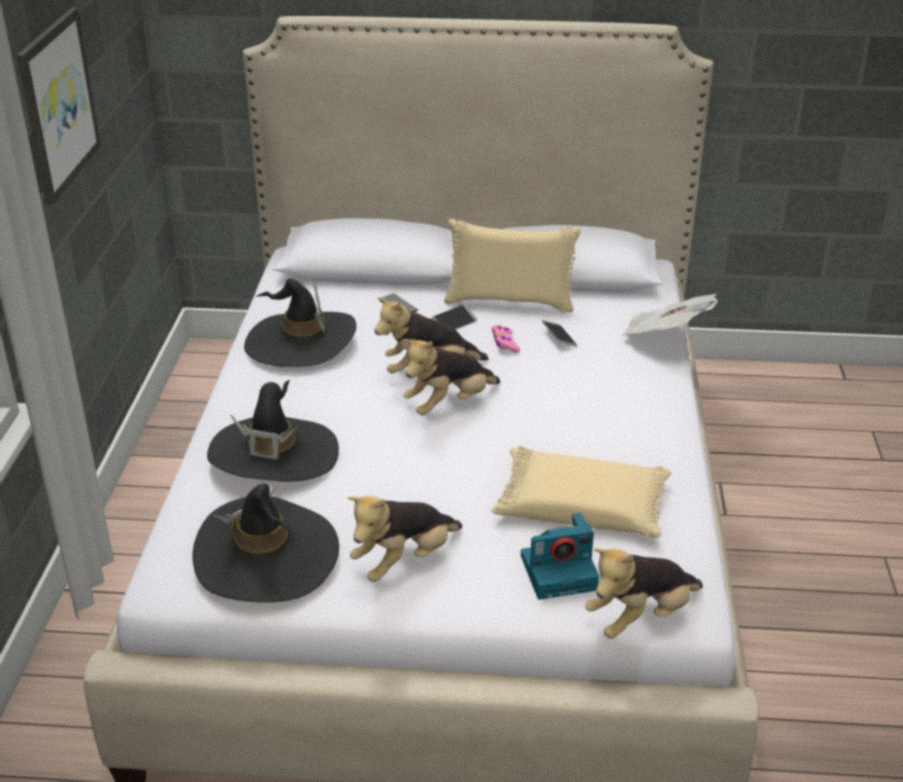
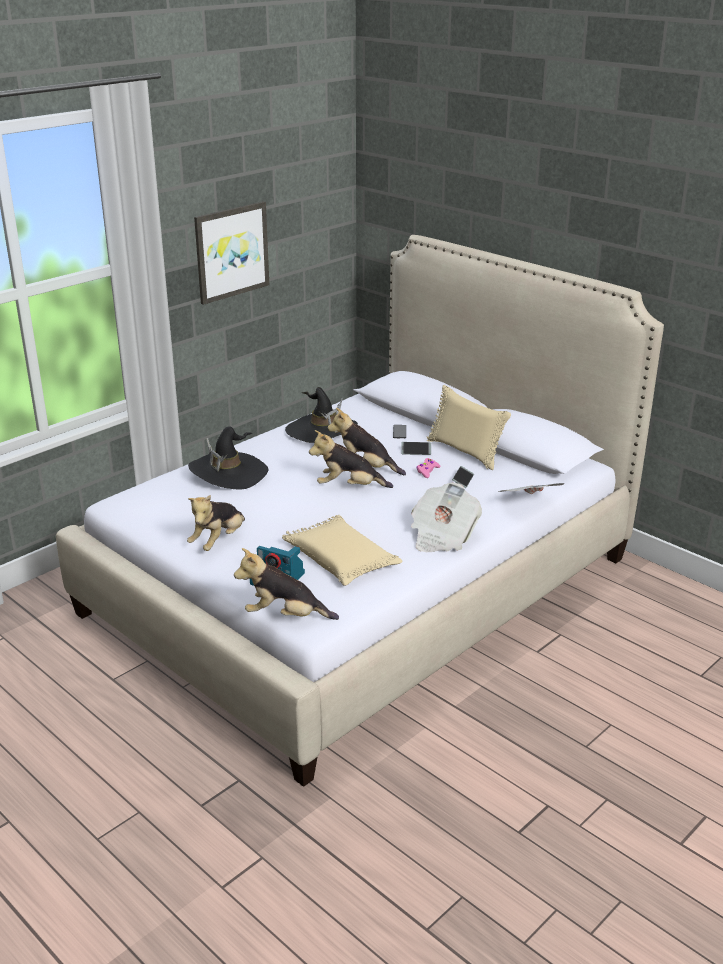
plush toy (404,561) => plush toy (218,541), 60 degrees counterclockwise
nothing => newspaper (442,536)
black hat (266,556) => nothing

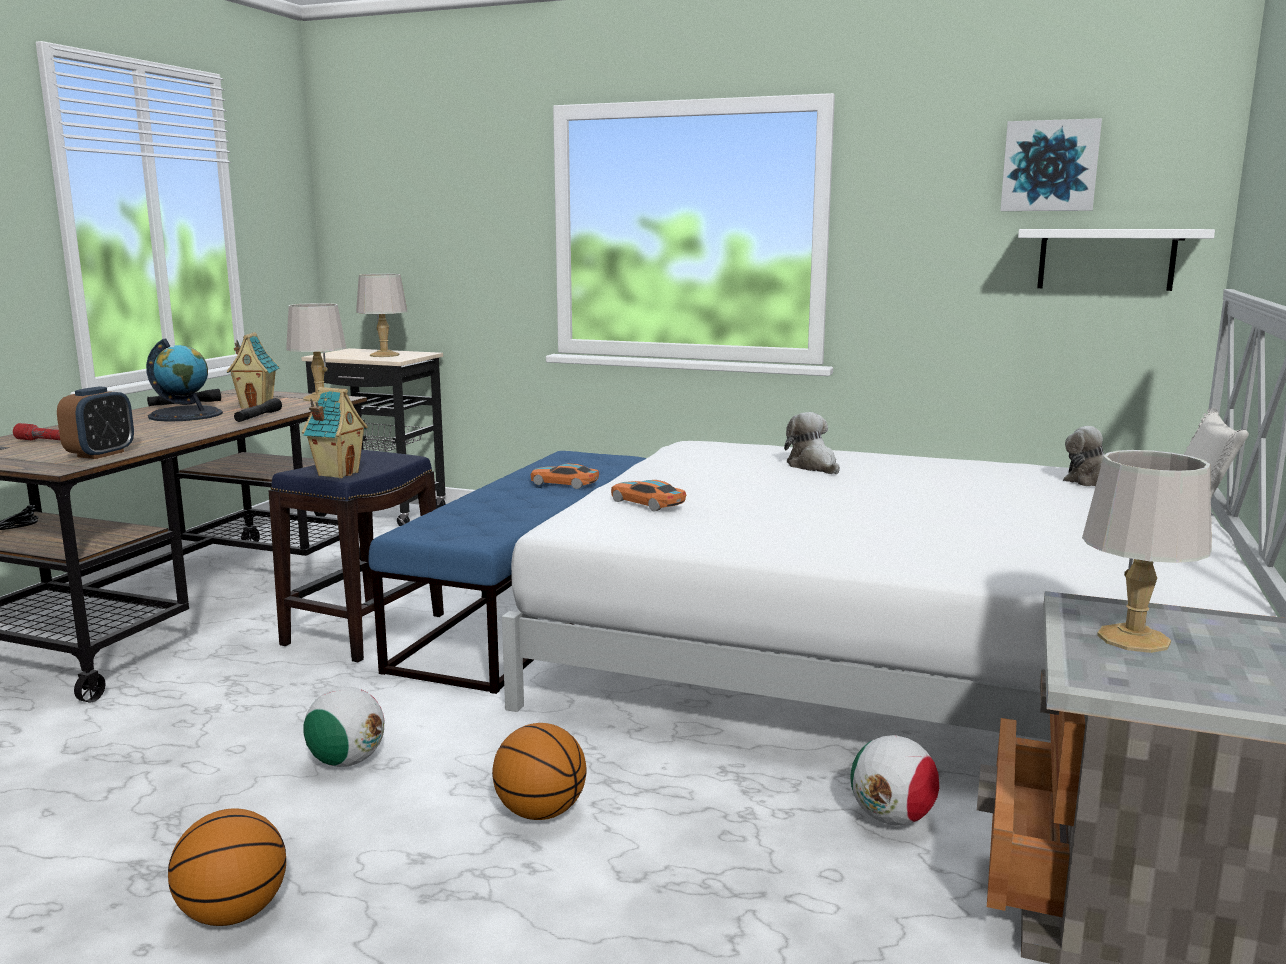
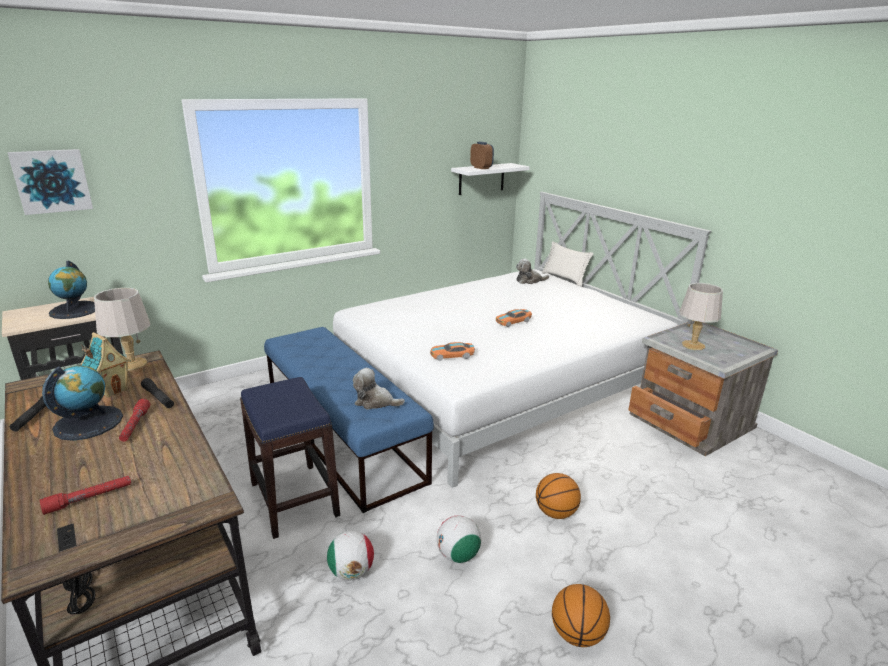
picture (1049,166) => picture (52,181), shifted
grey table lamp (384,355) => globe (75,310)
nothing => red flashlight (135,425)
football (892,818) => football (351,572), shifted
plush toy (813,466) => plush toy (375,402), shifted
alarm clock (101,454) => alarm clock (481,168), shifted
toy car (564,483) => toy car (513,321), shifted
toy house (337,474) => nothing

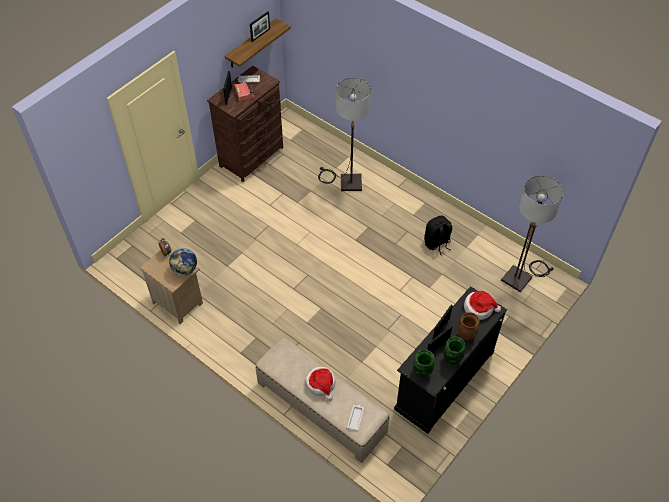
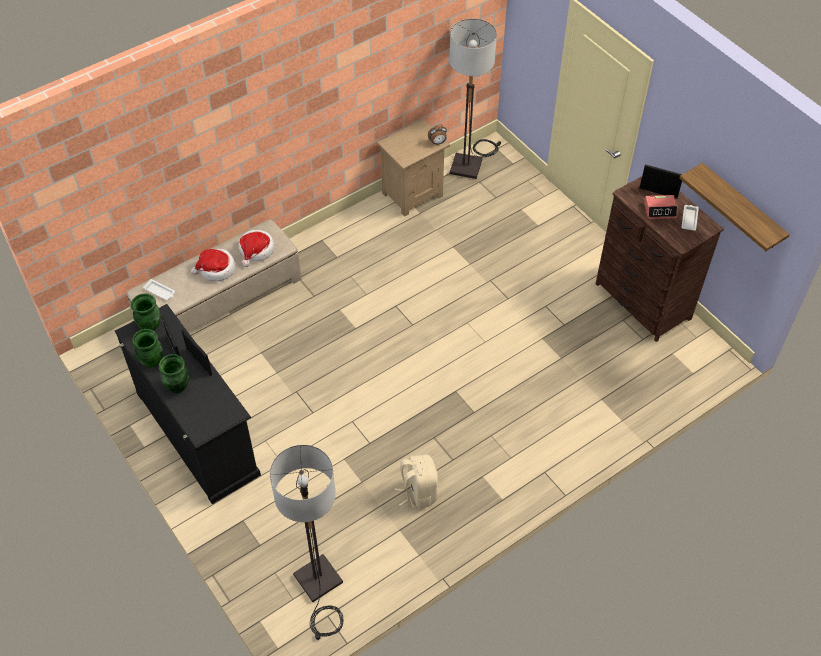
brown vase (466,335) => green vase (178,387)
hat (479,308) => hat (256,250), shifted
black backpack (437,243) => beige backpack (418,492)
floor lamp (344,181) => floor lamp (472,162), shifted
globe (185,269) => nothing
picture frame (260,35) => nothing

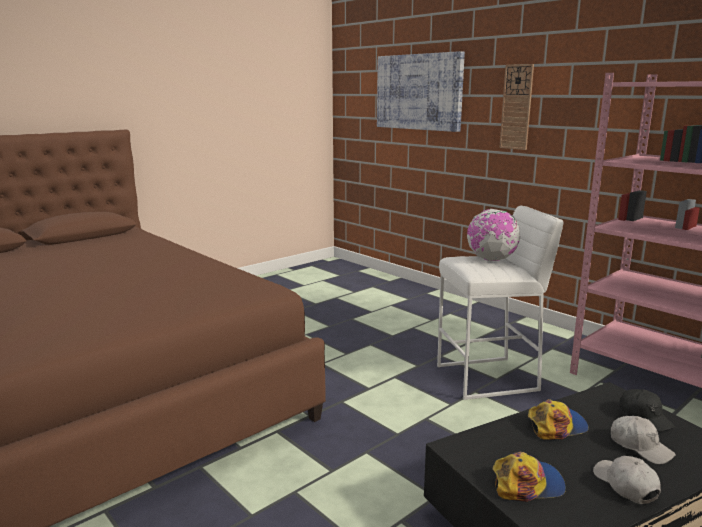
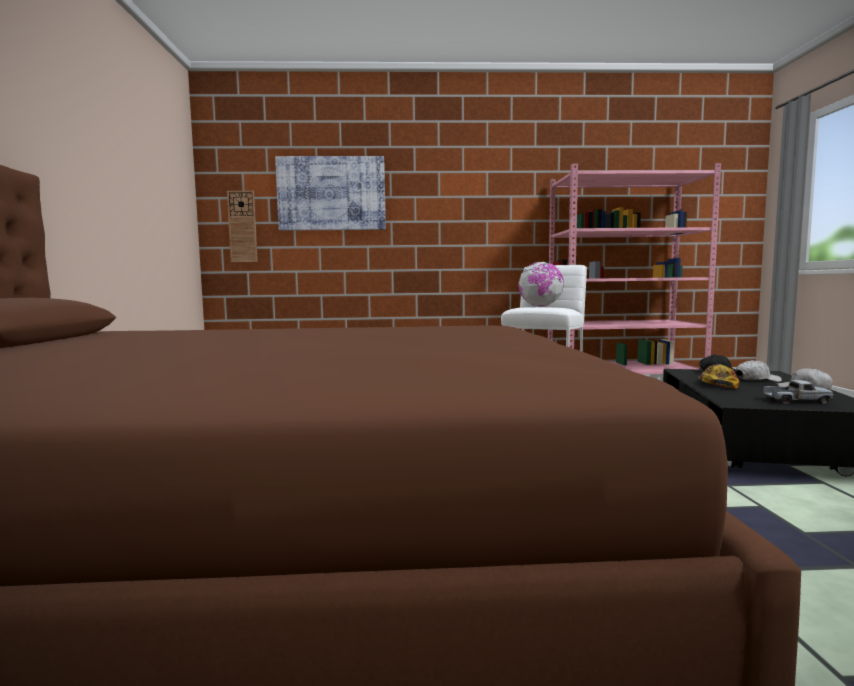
wall clock (516,107) => wall clock (242,226), shifted
cap (527,483) => toy truck (796,401)

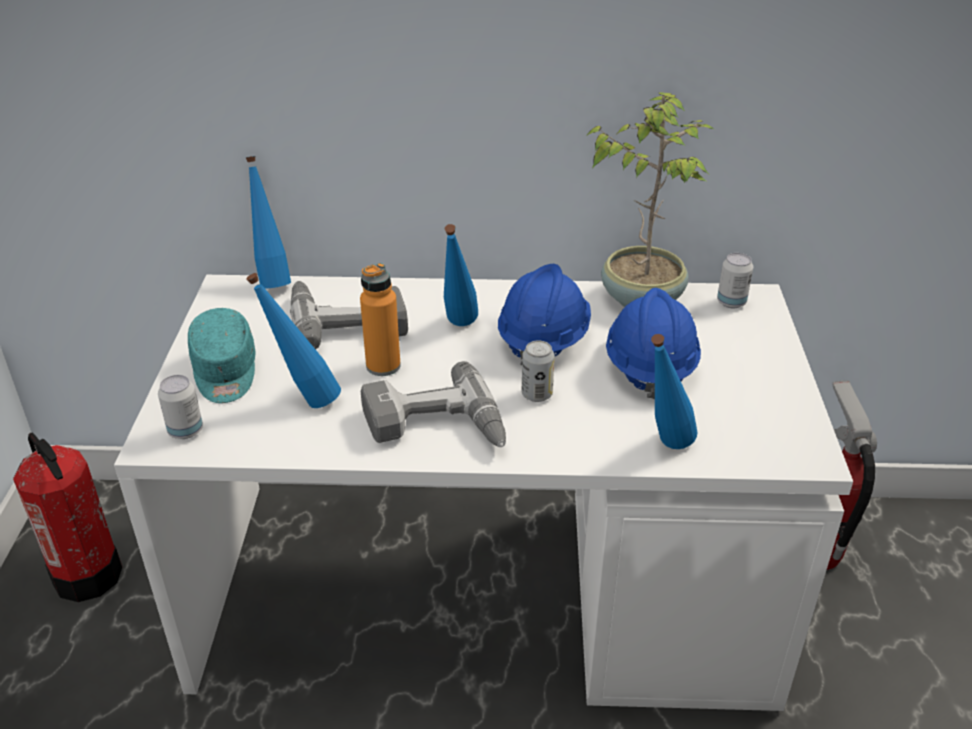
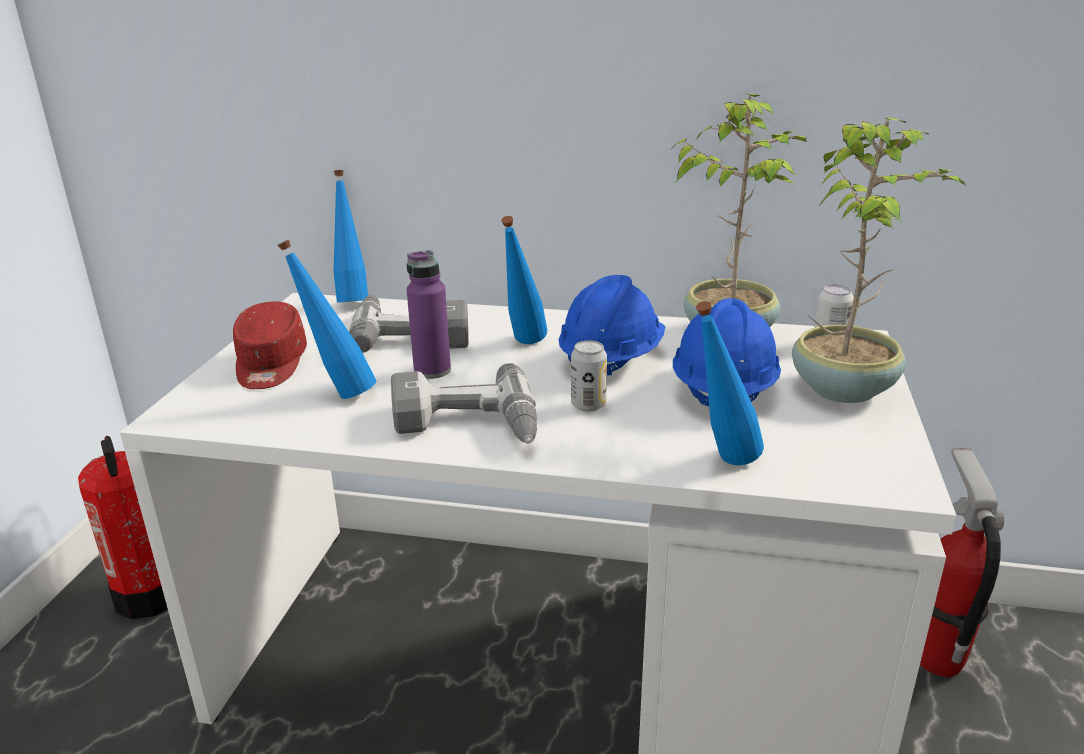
turquoise cap (225,372) => red cap (270,365)
orange bottle (383,366) => purple bottle (432,370)
nothing => potted plant (844,388)
can (185,431) => nothing

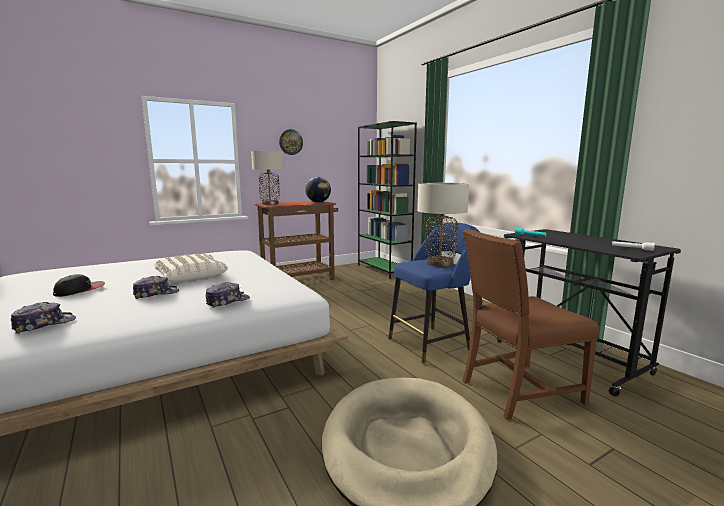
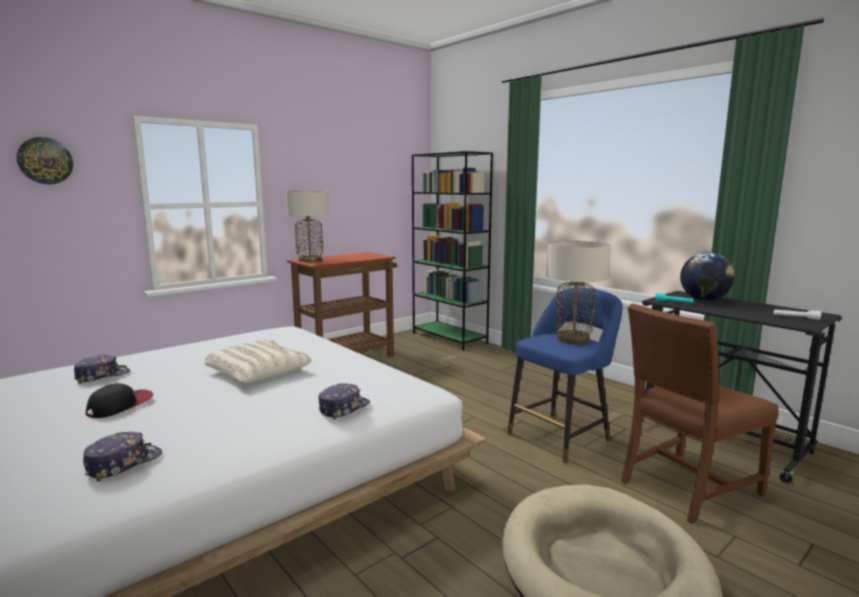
wall clock (290,142) => wall clock (45,161), shifted
cap (156,294) => cap (102,376), shifted
globe (318,202) => globe (704,300), shifted

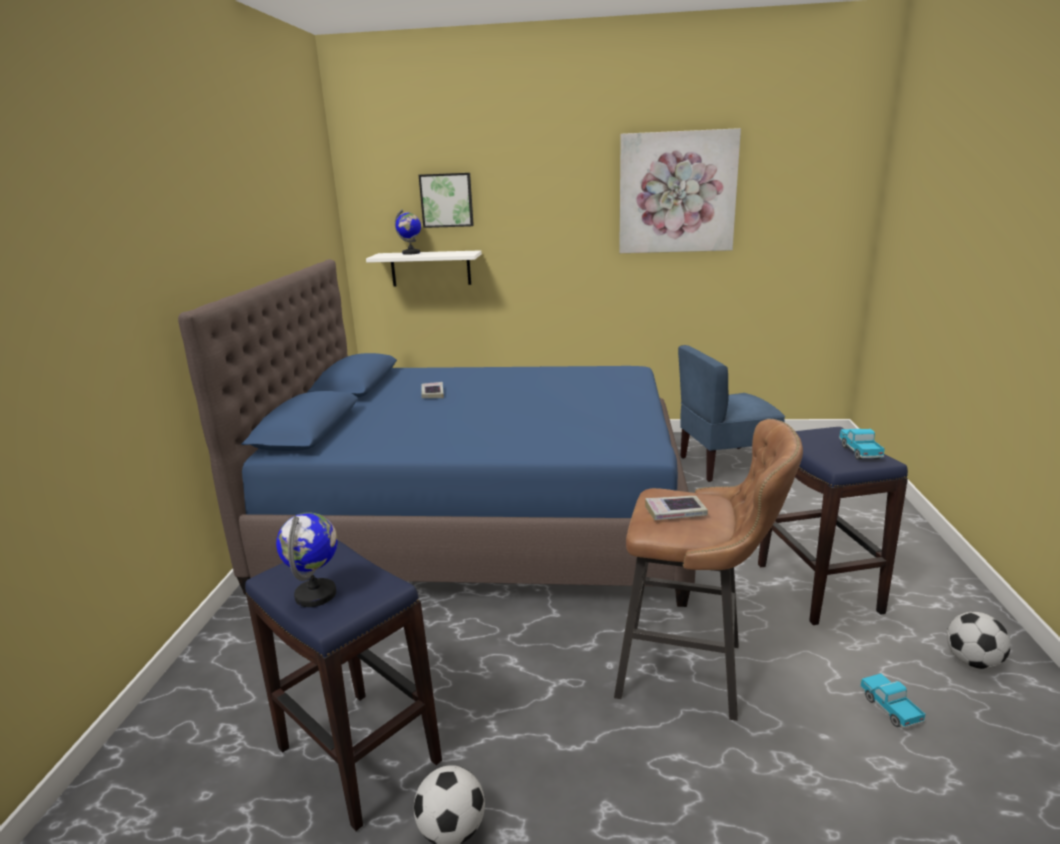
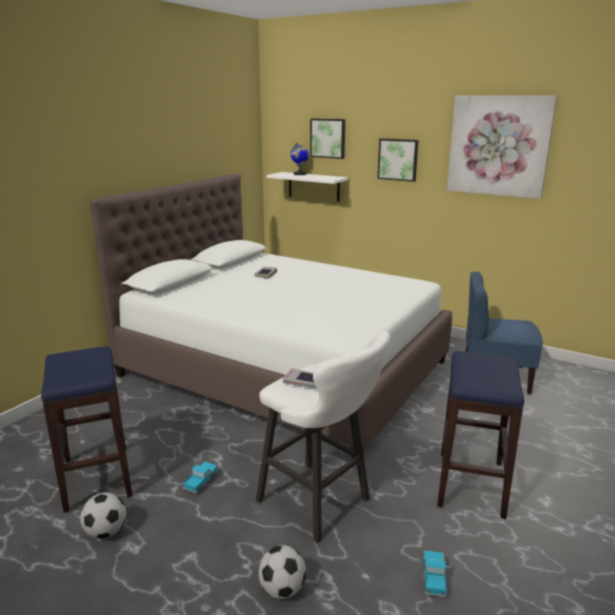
blue bed (484,517) => white bed (284,368)
toy truck (859,452) => toy truck (201,482), shifted
brown stool (698,673) => white stool (322,506)
football (973,662) => football (282,590), shifted
nothing => picture (398,159)
globe (316,594) => nothing

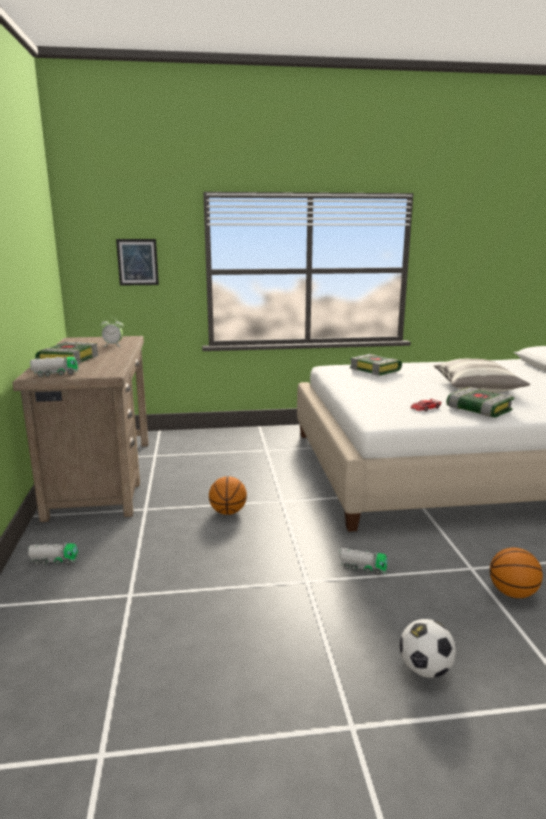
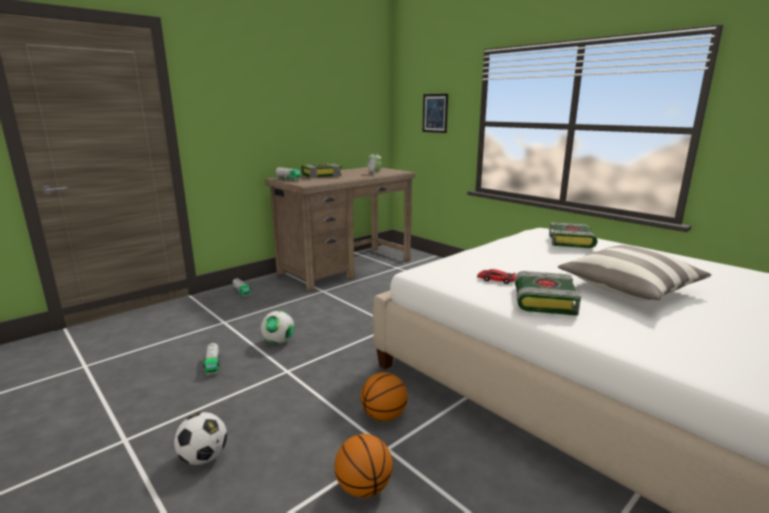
toy truck (362,568) => toy truck (213,365), shifted
nothing => football (278,341)
basketball (228,512) => basketball (383,416), shifted

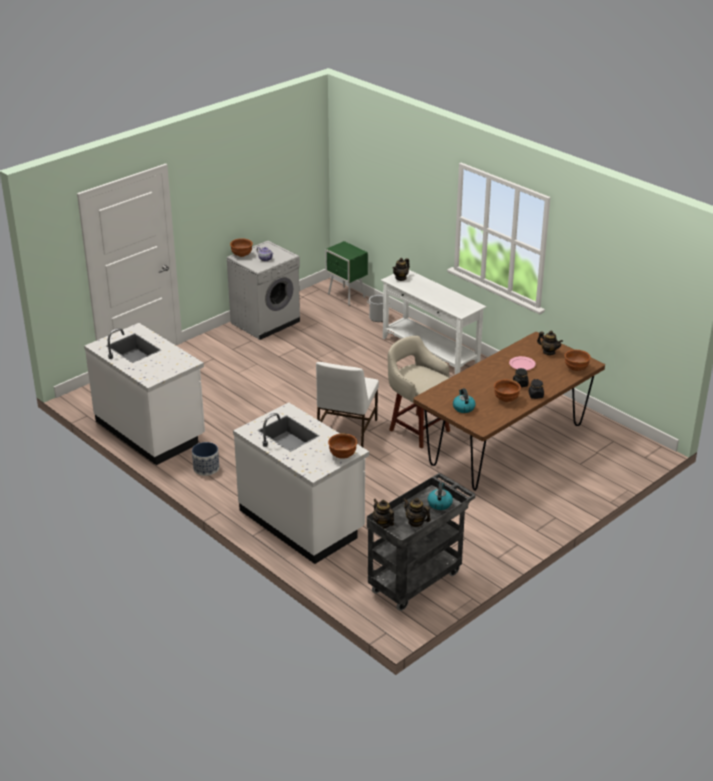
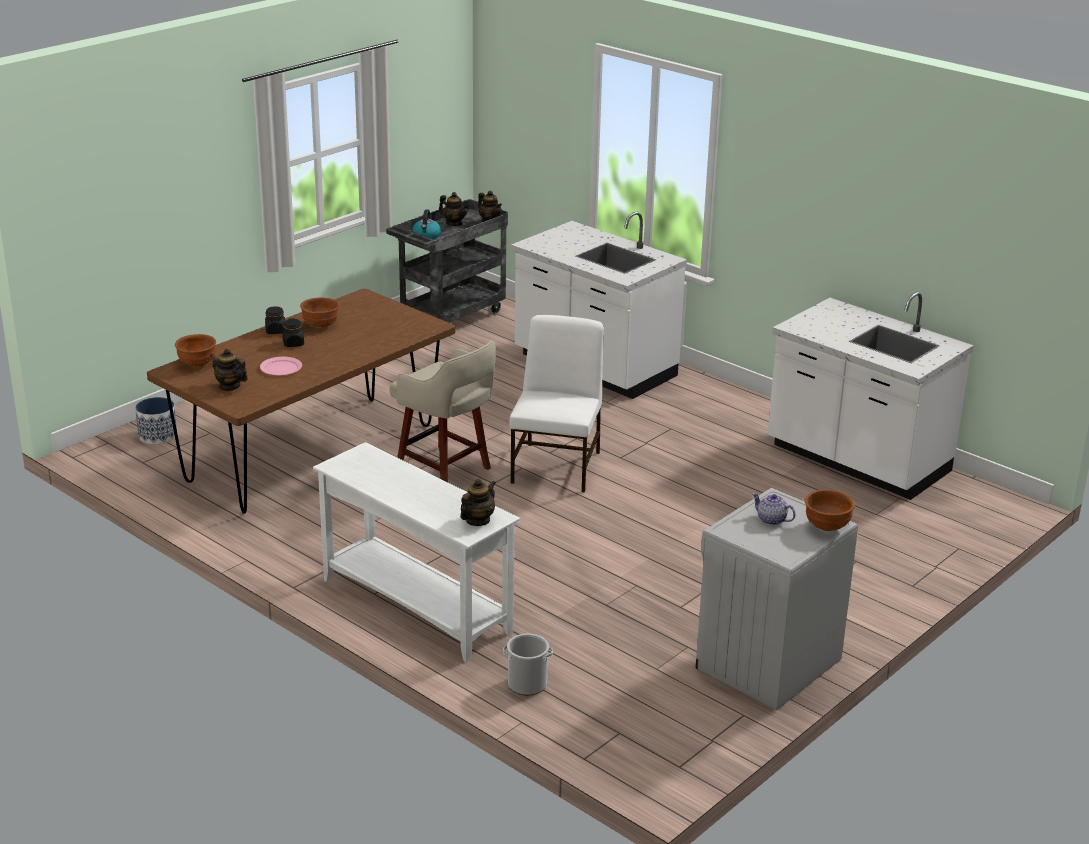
planter (206,468) => planter (157,436), shifted
green nightstand (346,296) => nothing
brown bowl (342,455) => nothing
kettle (463,407) => nothing

